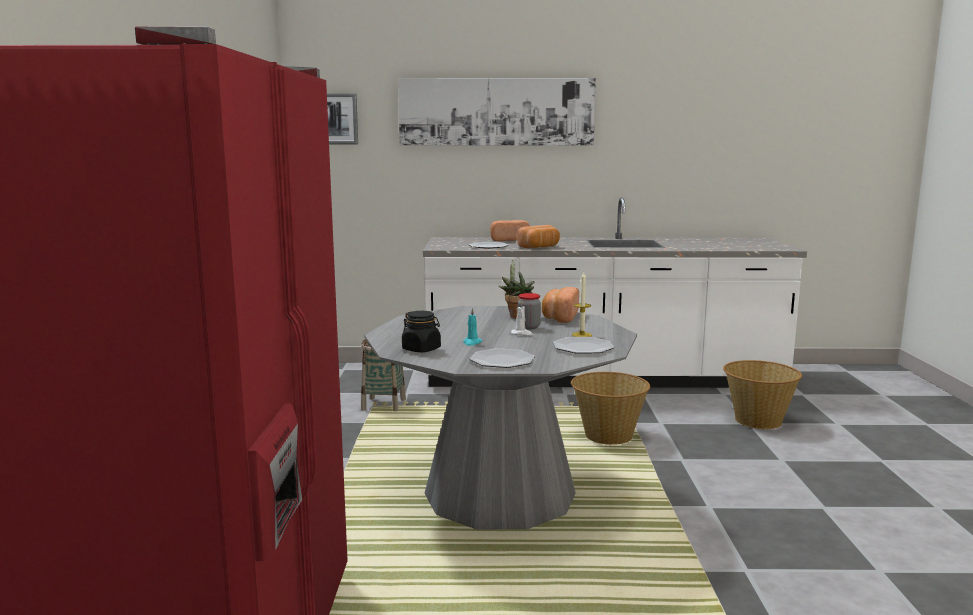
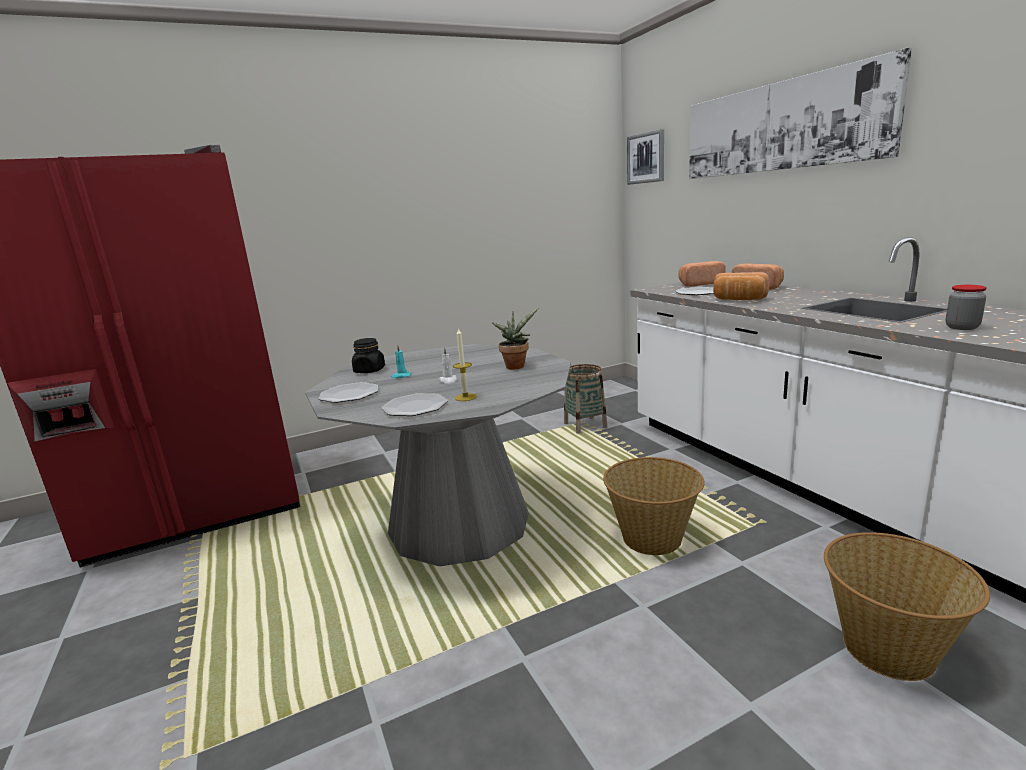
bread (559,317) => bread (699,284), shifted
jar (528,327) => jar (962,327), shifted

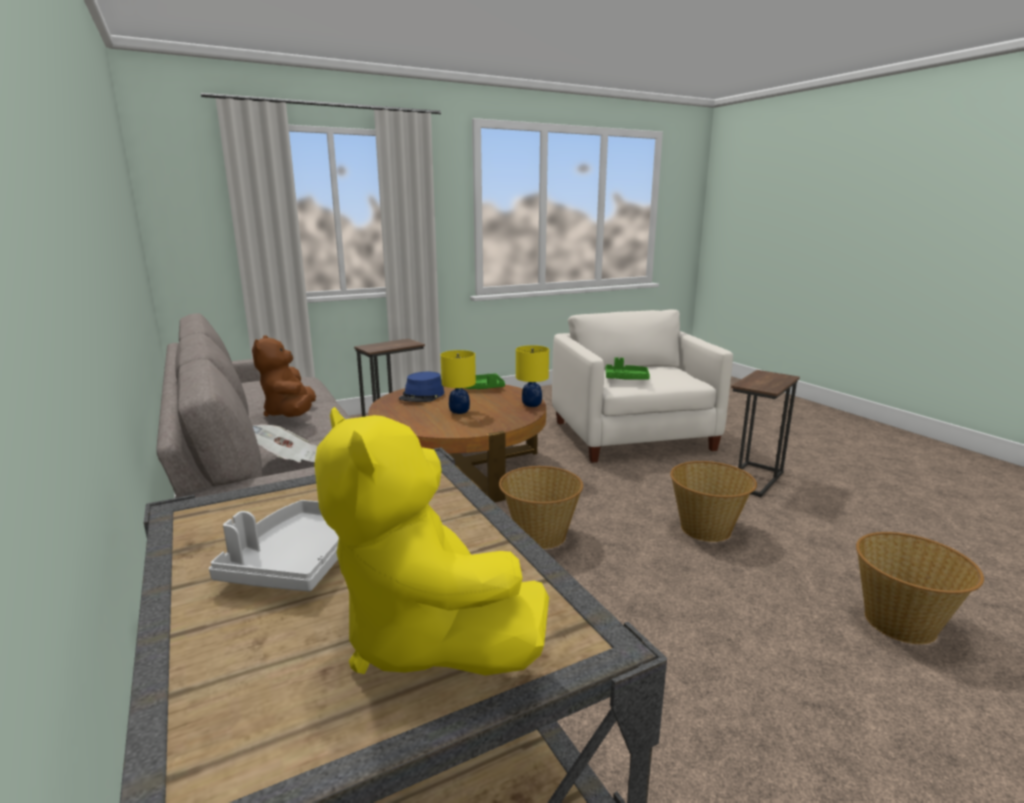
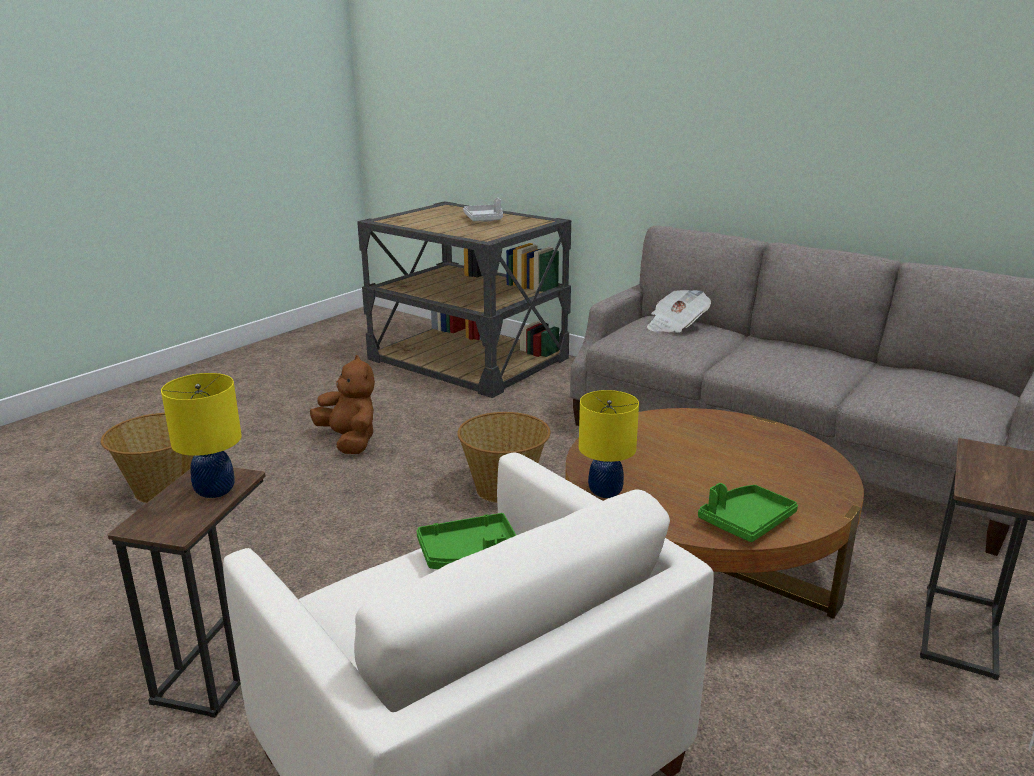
yellow table lamp (460,411) => yellow table lamp (214,493), shifted
brown plush toy (291,414) => brown plush toy (349,441), shifted
yellow plush toy (424,638) => nothing
blue hat (422,396) => nothing
basket (706,529) => nothing

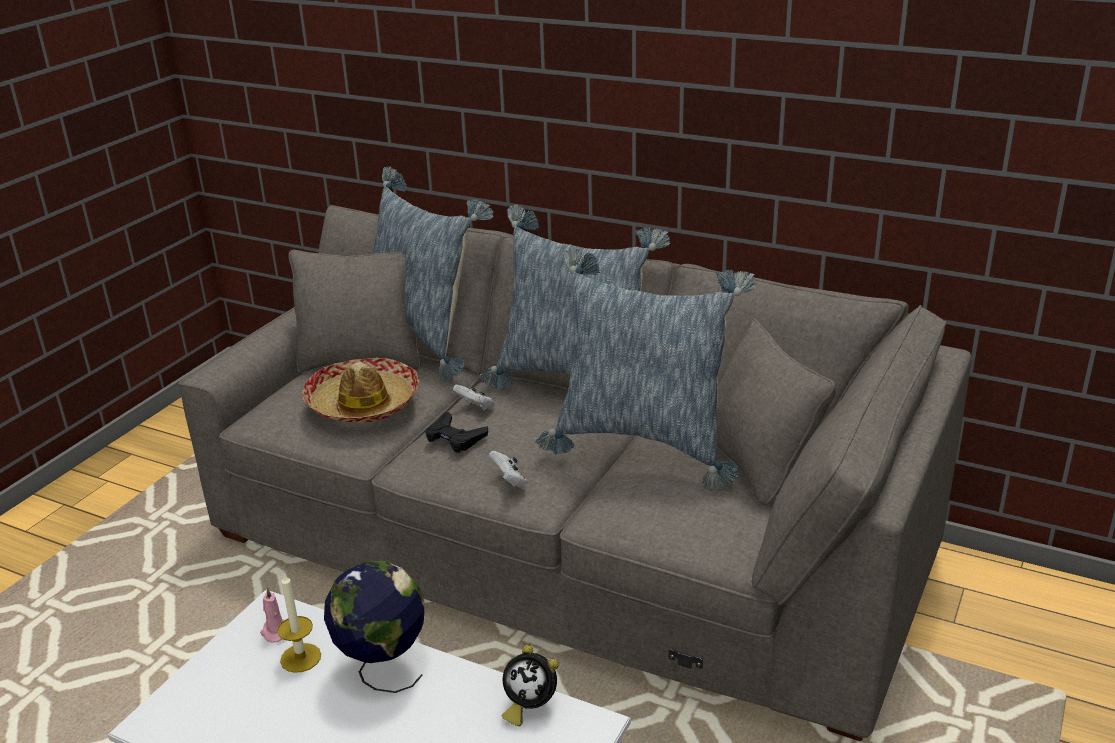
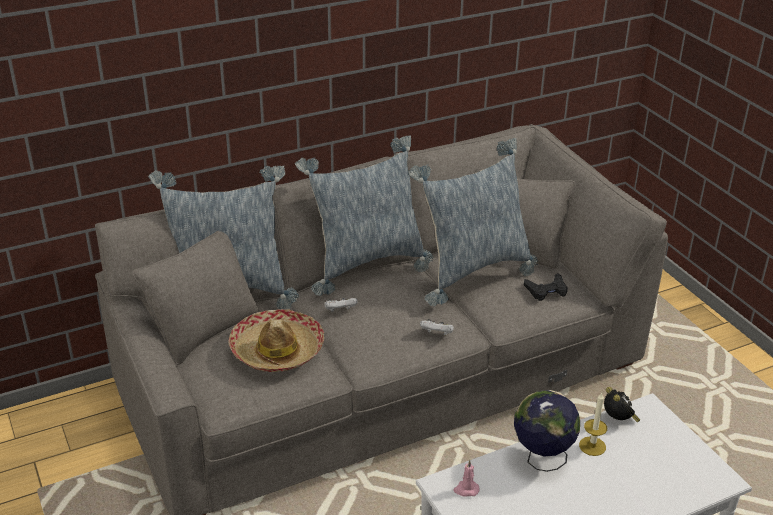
black game controller (455,438) => black game controller (546,290), shifted
candle (300,658) => candle (592,446), shifted
alarm clock (529,706) => alarm clock (618,420), 75 degrees counterclockwise

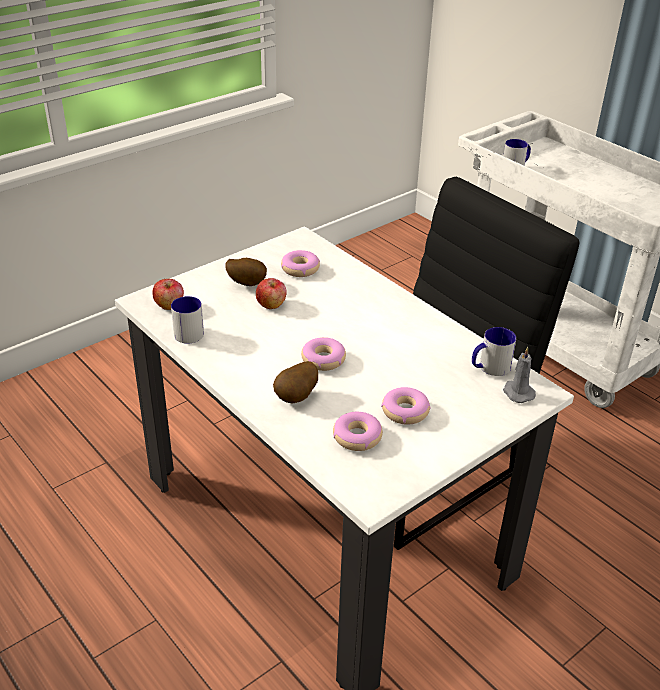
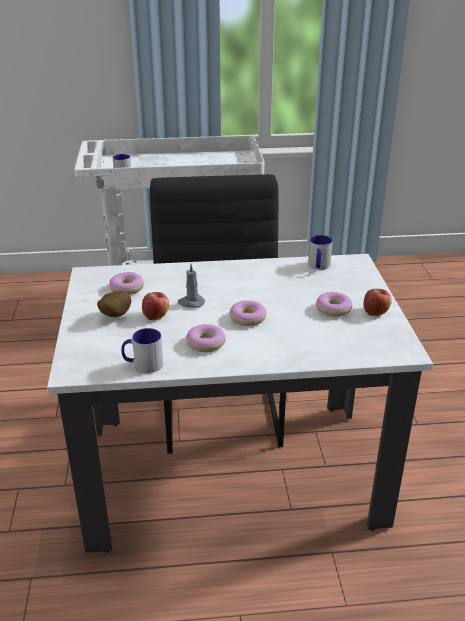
grey candle (517,392) => grey candle (191,303), shifted
donut (357,437) => donut (206,343), shifted
apple (169,305) => apple (376,311), shifted
potato (297,397) => nothing

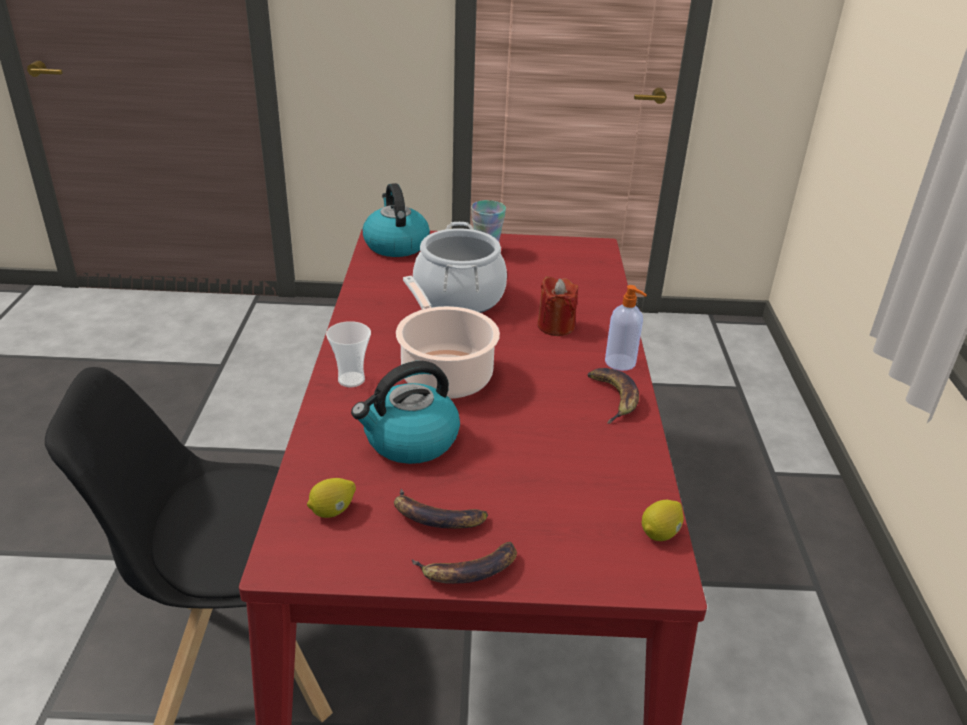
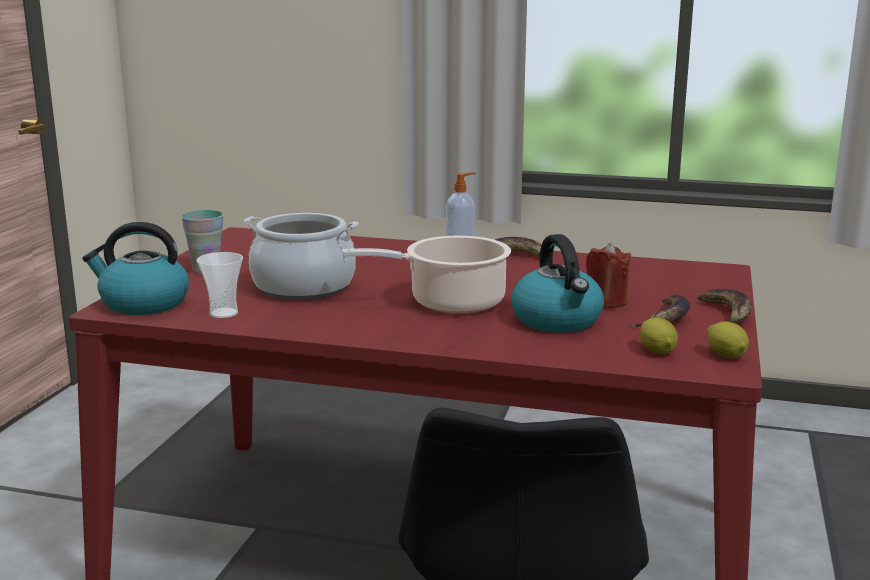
cup (351,380) => cup (223,313), shifted
red candle (555,326) => red candle (605,301), shifted
lemon (660,533) => lemon (726,355), shifted

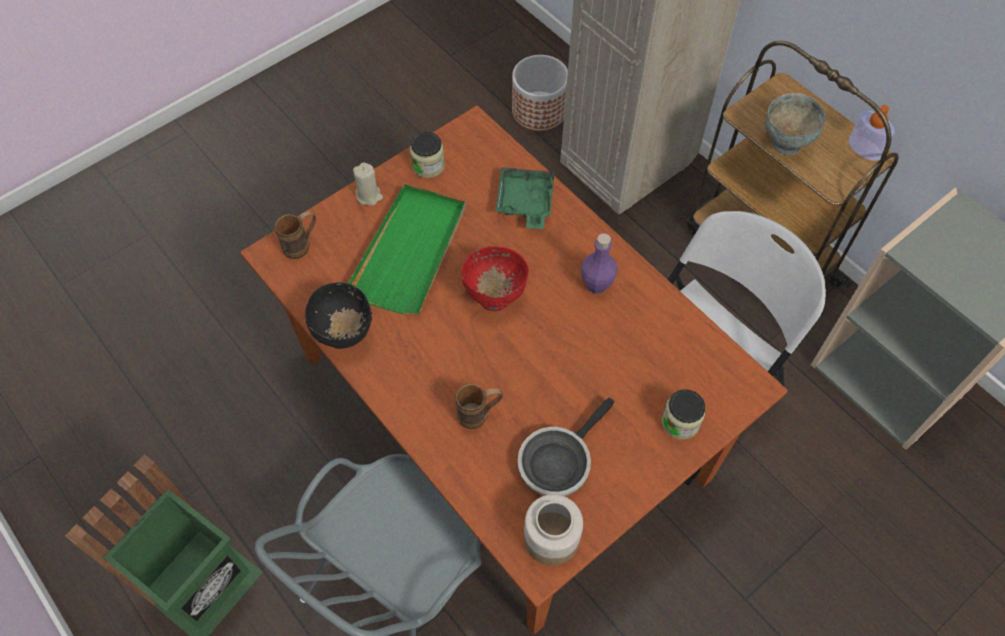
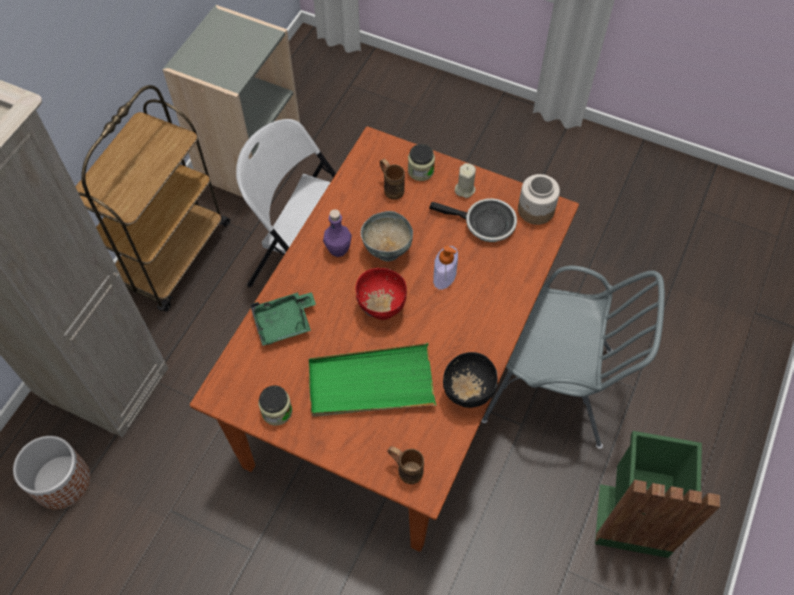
grey bowl (785,143) => grey bowl (387,252), shifted
brown mug (479,415) => brown mug (391,188), shifted
soap dispenser (864,148) => soap dispenser (444,276), shifted
beige candle (369,195) => beige candle (465,189), shifted

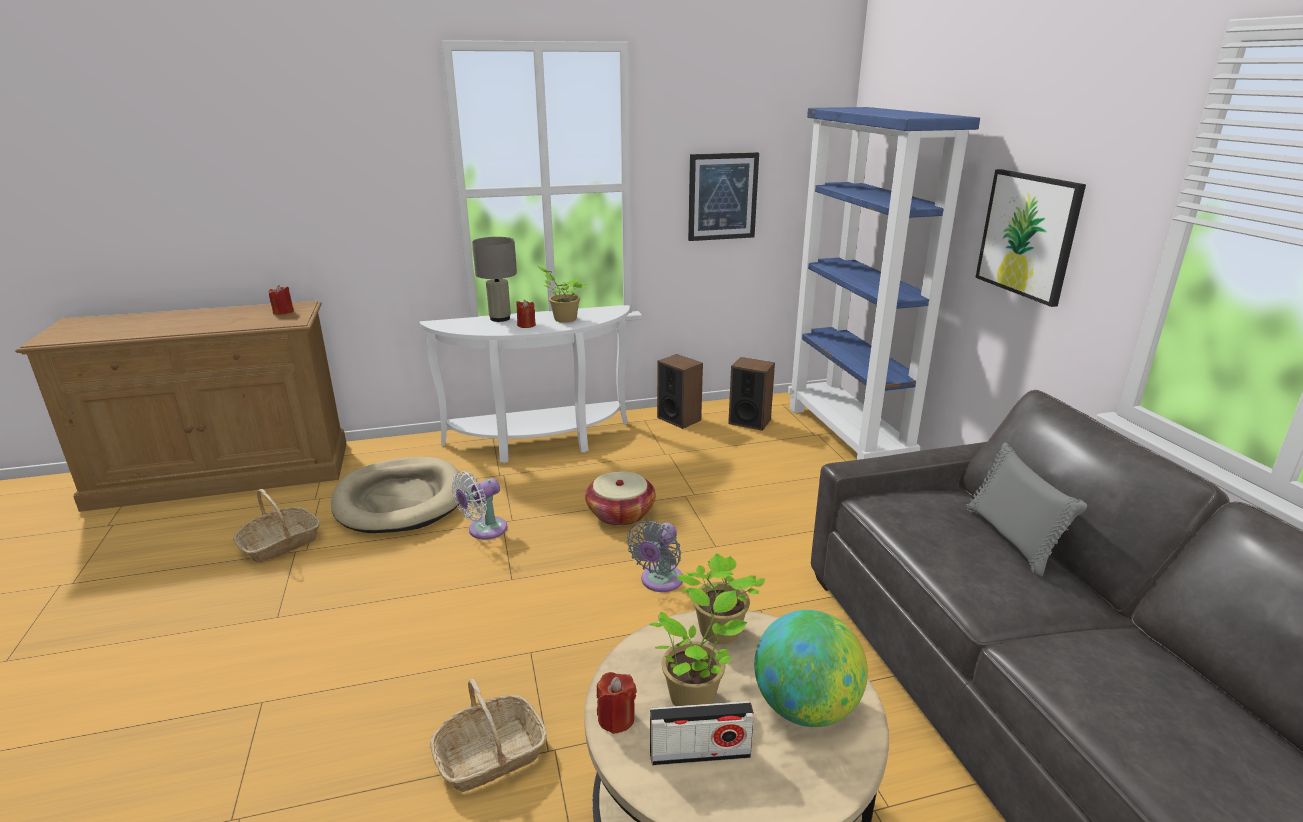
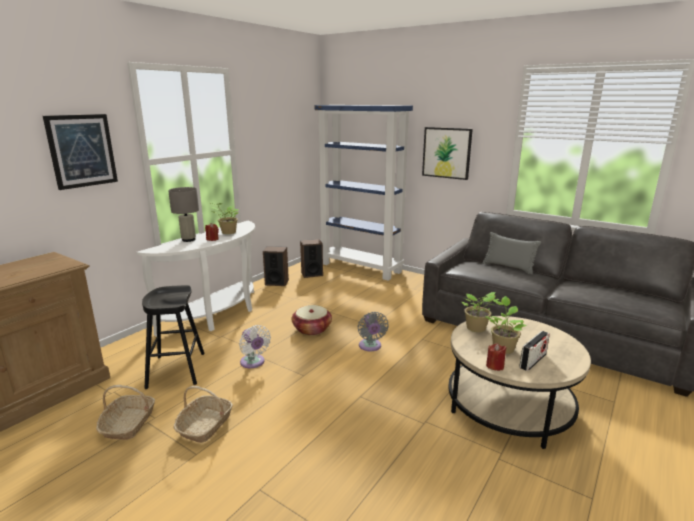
picture (722,196) => picture (82,151), shifted
beige dog bed (400,500) => black stool (176,370)
basket (490,755) => basket (205,425), shifted
white fan (484,530) => white fan (253,363), 45 degrees counterclockwise
red candle (283,312) => nothing
globe (805,707) => nothing

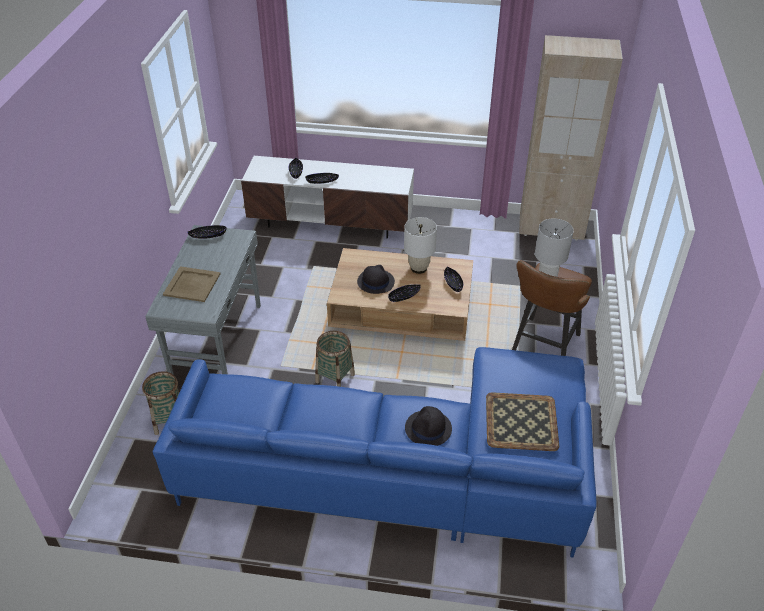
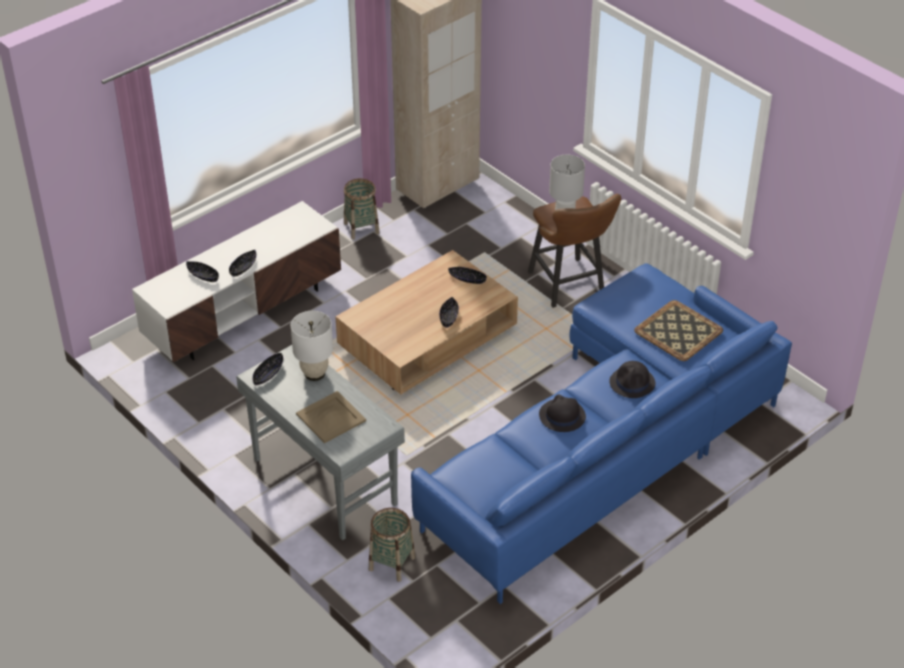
white table lamp (419,268) => white table lamp (314,373), shifted
basket (335,378) => basket (361,228), shifted
black hat (375,282) => black hat (561,416), shifted

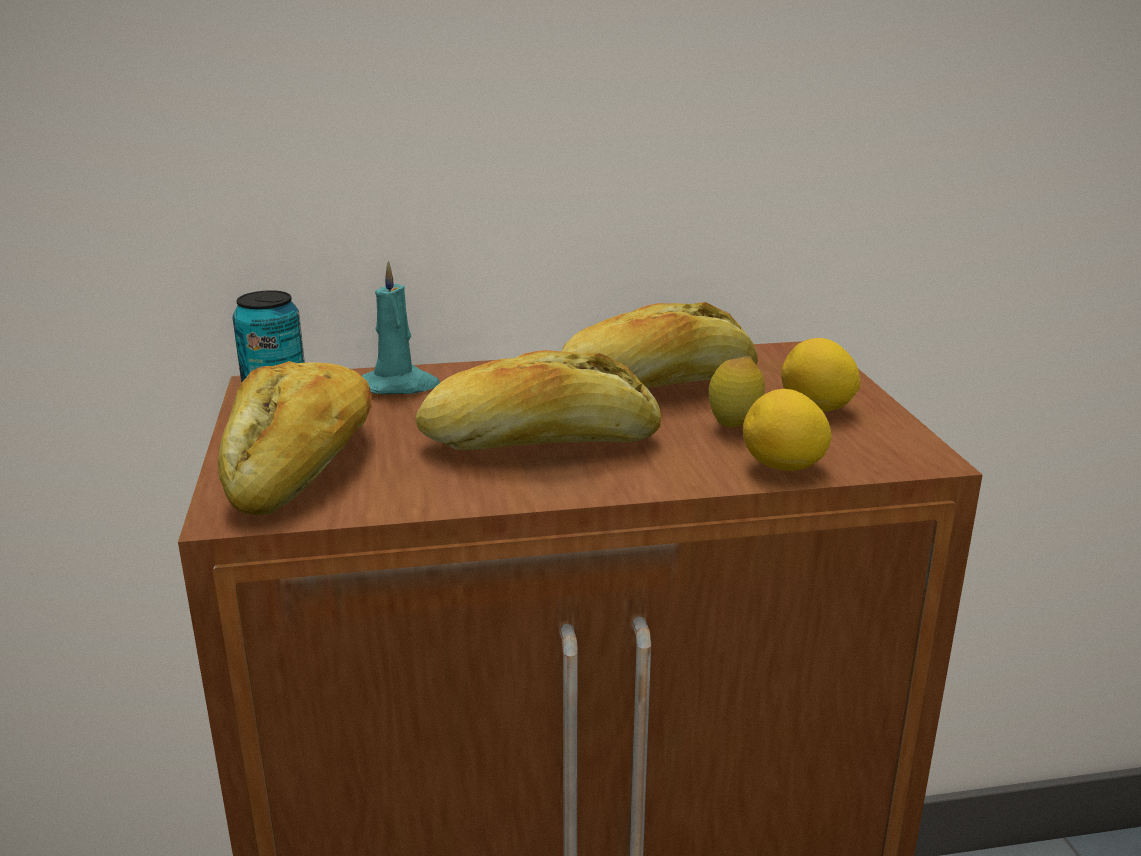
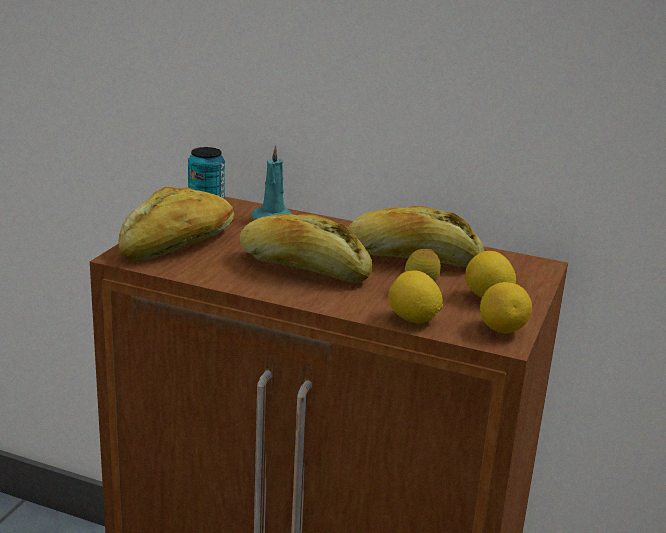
nothing => lemon (502,330)

